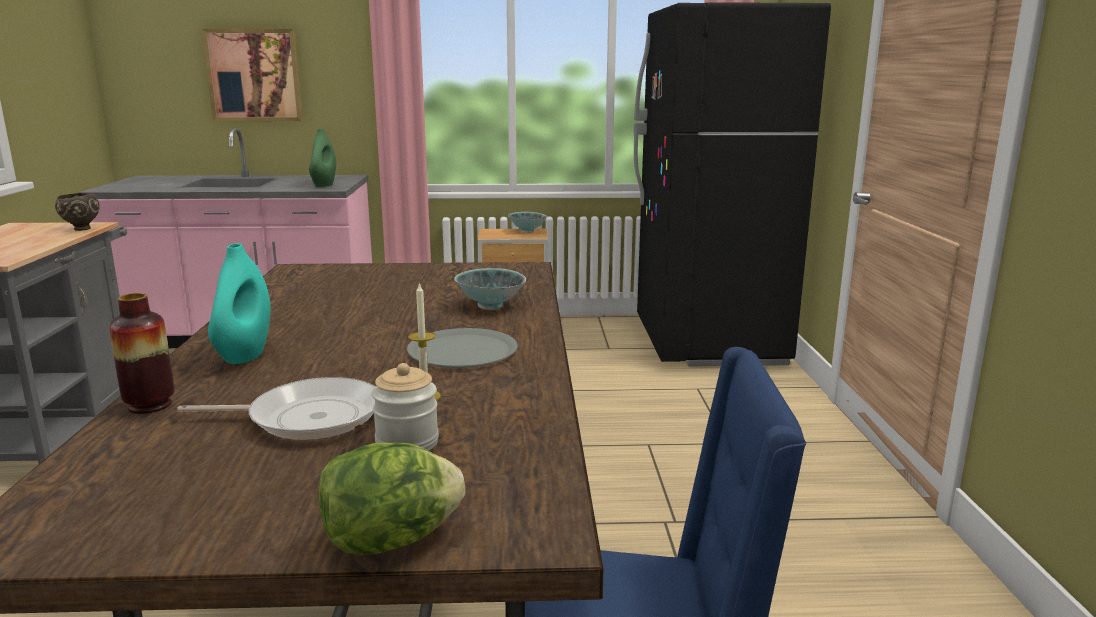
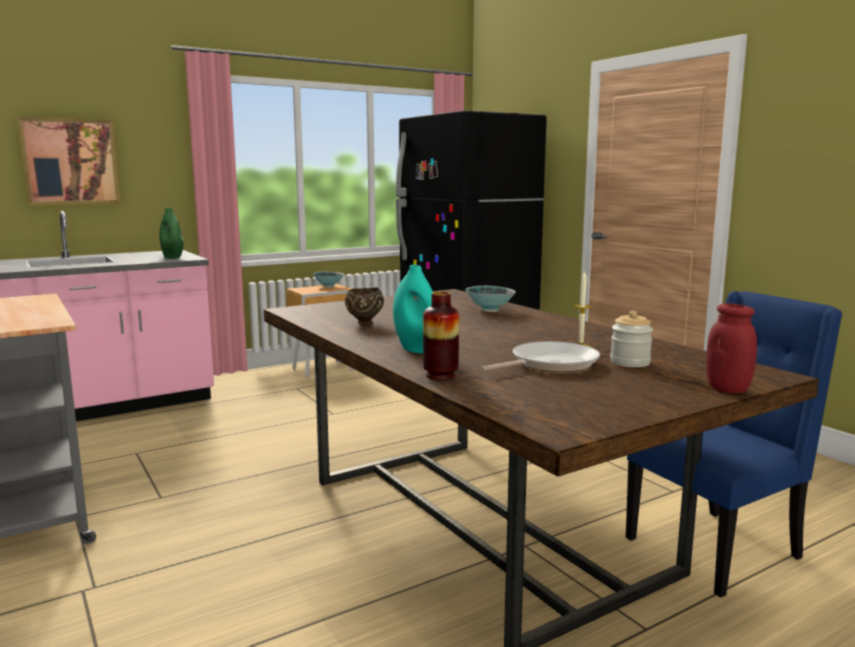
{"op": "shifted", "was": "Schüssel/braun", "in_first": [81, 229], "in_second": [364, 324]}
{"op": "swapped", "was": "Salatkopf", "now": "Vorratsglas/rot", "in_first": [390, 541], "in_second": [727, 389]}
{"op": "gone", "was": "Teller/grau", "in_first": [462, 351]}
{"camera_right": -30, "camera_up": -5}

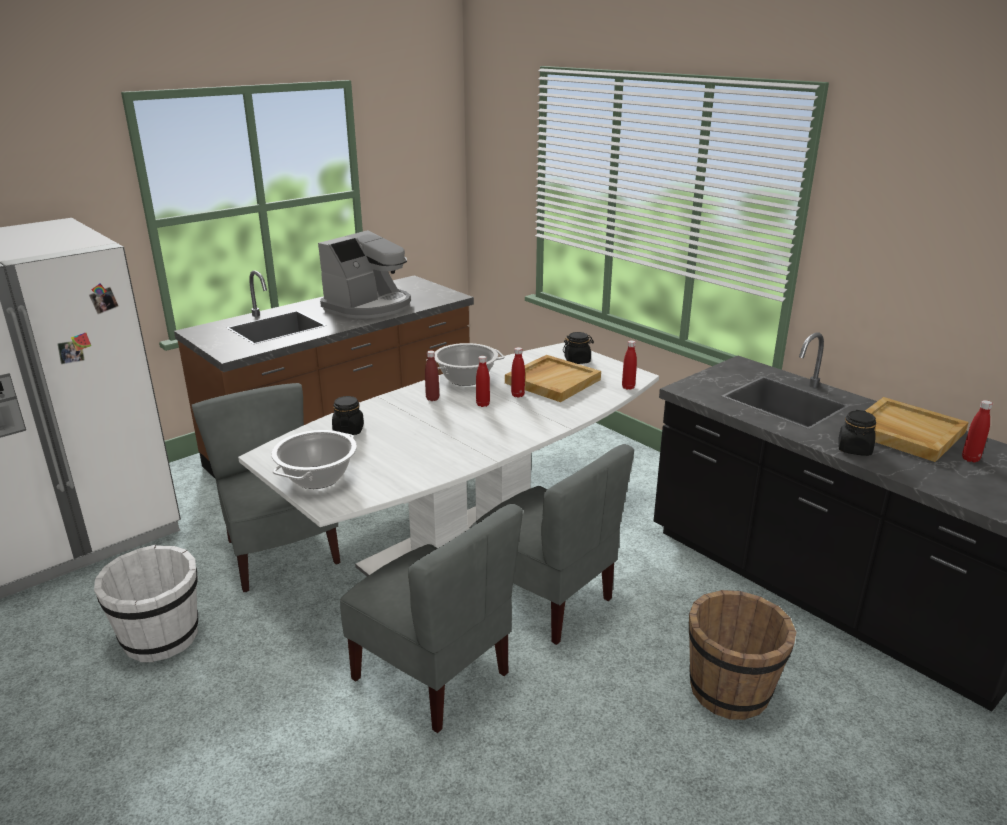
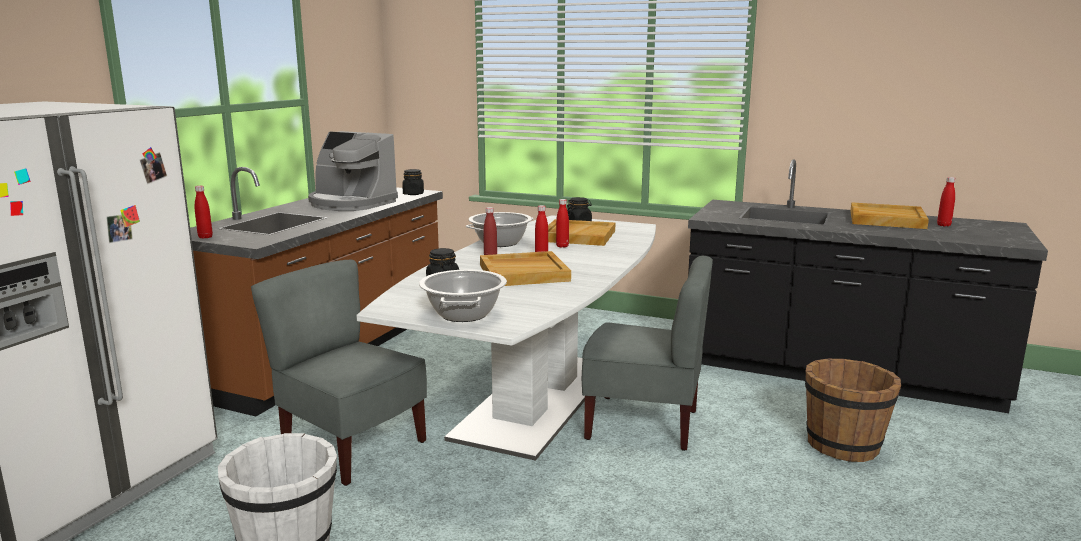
{"op": "rotated", "was": "Kaffeemaschine", "in_first": [369, 306], "in_second": [351, 203], "clockwise": 105}
{"op": "gone", "was": "Stuhl/grau", "in_first": [433, 675]}
{"op": "shifted", "was": "Flasche/rot", "in_first": [628, 387], "in_second": [205, 237]}
{"op": "shifted", "was": "Vorratsglas/schwarz", "in_first": [854, 449], "in_second": [413, 194]}
{"op": "new", "now": "Tablett/beige", "in_second": [524, 272]}
{"camera_right": -25, "camera_up": -10}

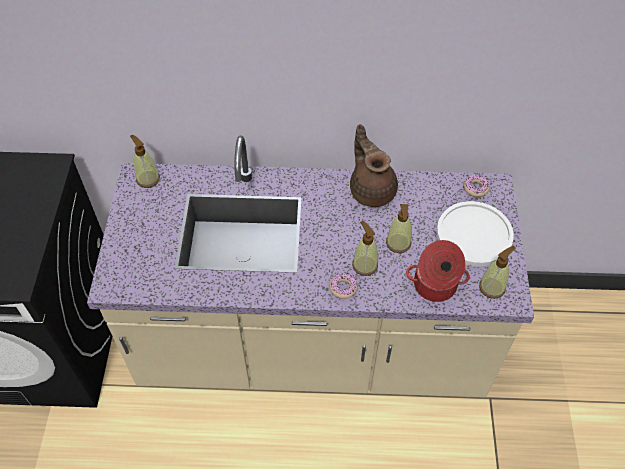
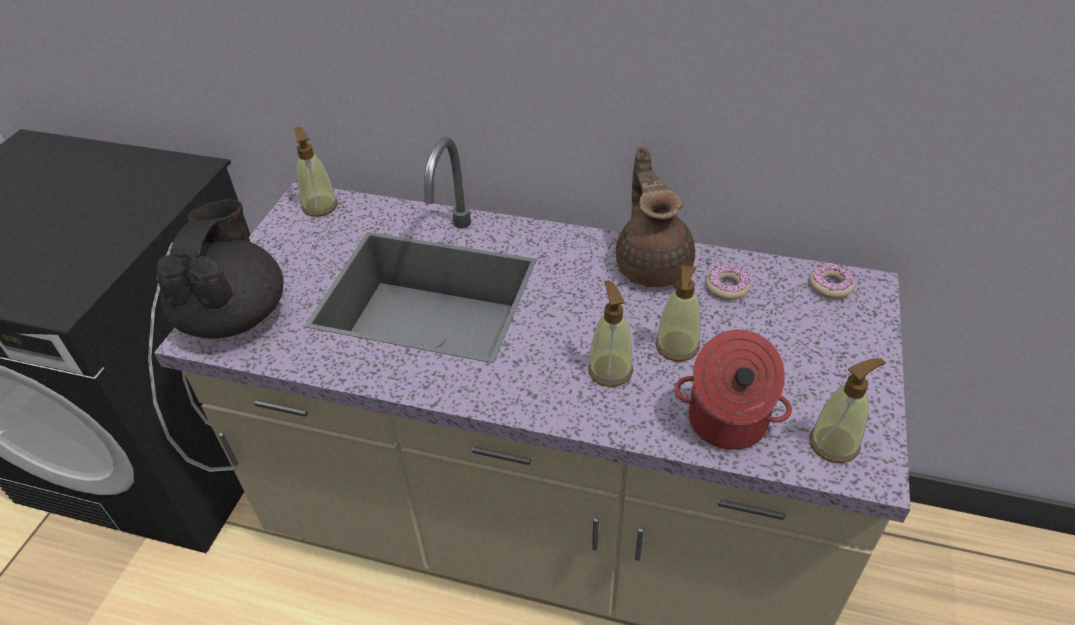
{"op": "shifted", "was": "Donut", "in_first": [343, 288], "in_second": [727, 287]}
{"op": "gone", "was": "Teller/weiß", "in_first": [474, 235]}
{"op": "new", "now": "Teekanne/schwarz", "in_second": [235, 315]}
{"camera_right": 15, "camera_up": -10}

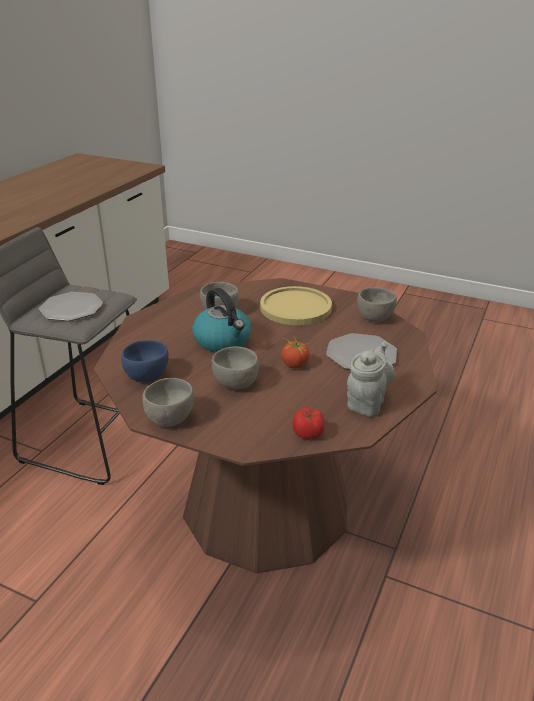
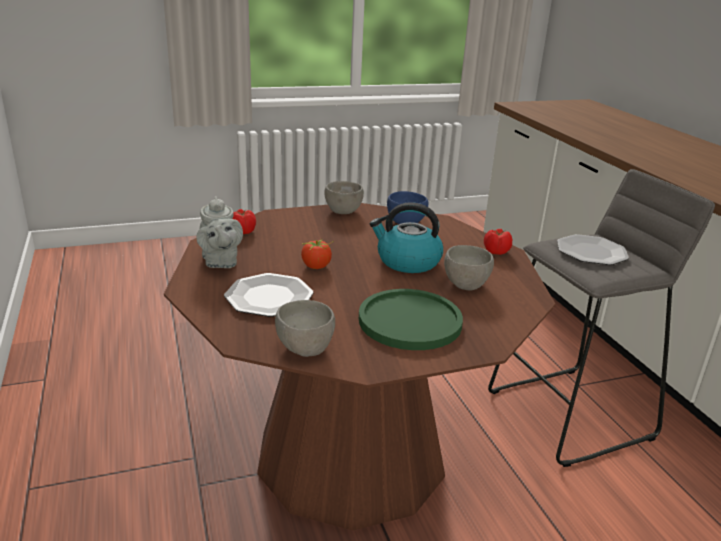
{"op": "gone", "was": "Schüssel/grau", "in_first": [236, 384]}
{"op": "repainted", "was": "Teller/gelb", "now": "Teller/grün", "in_first": [295, 307], "in_second": [410, 321]}
{"op": "new", "now": "Tomate", "in_second": [496, 251]}
{"camera_right": 135, "camera_up": -5}

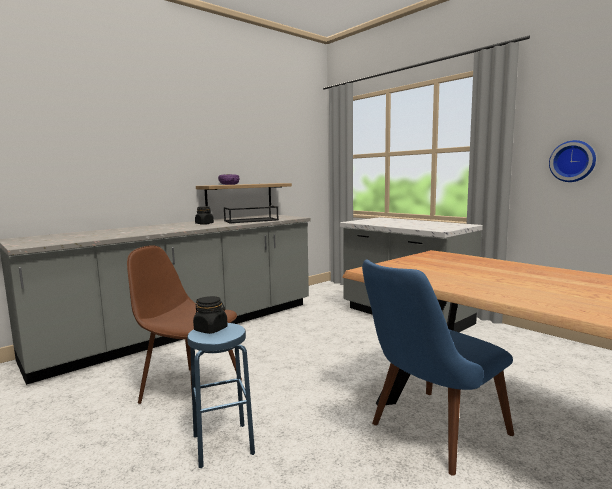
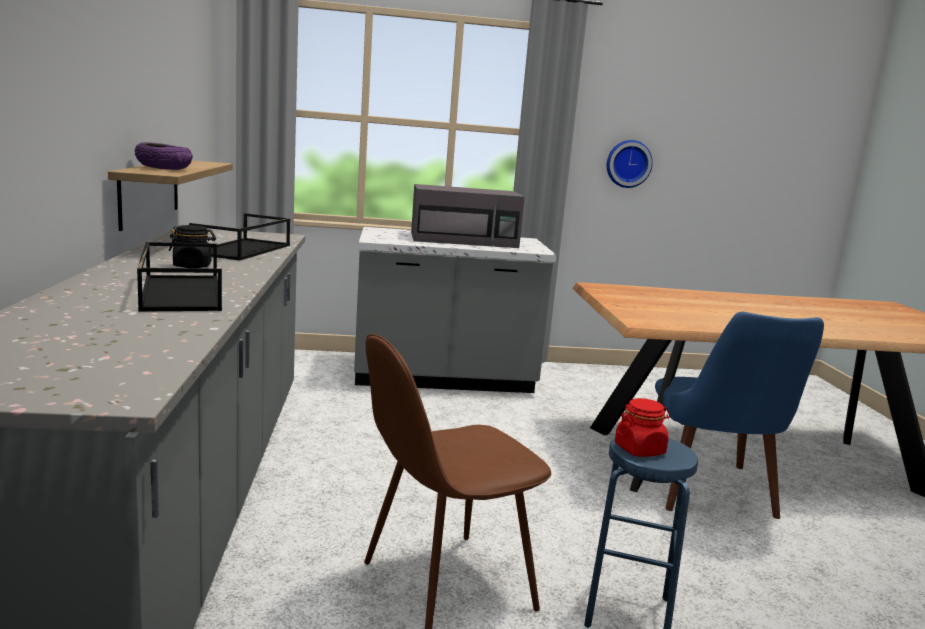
{"op": "repainted", "was": "Vorratsglas/schwarz", "now": "Vorratsglas/rot", "in_first": [211, 329], "in_second": [640, 449]}
{"op": "new", "now": "Tablett/schwarz", "in_second": [179, 293]}
{"op": "new", "now": "Mikrowelle/grau", "in_second": [465, 240]}
{"camera_right": -55, "camera_up": 5}

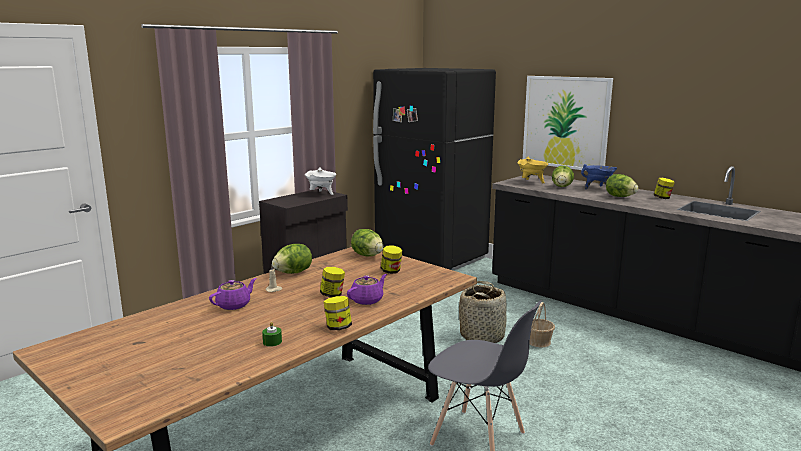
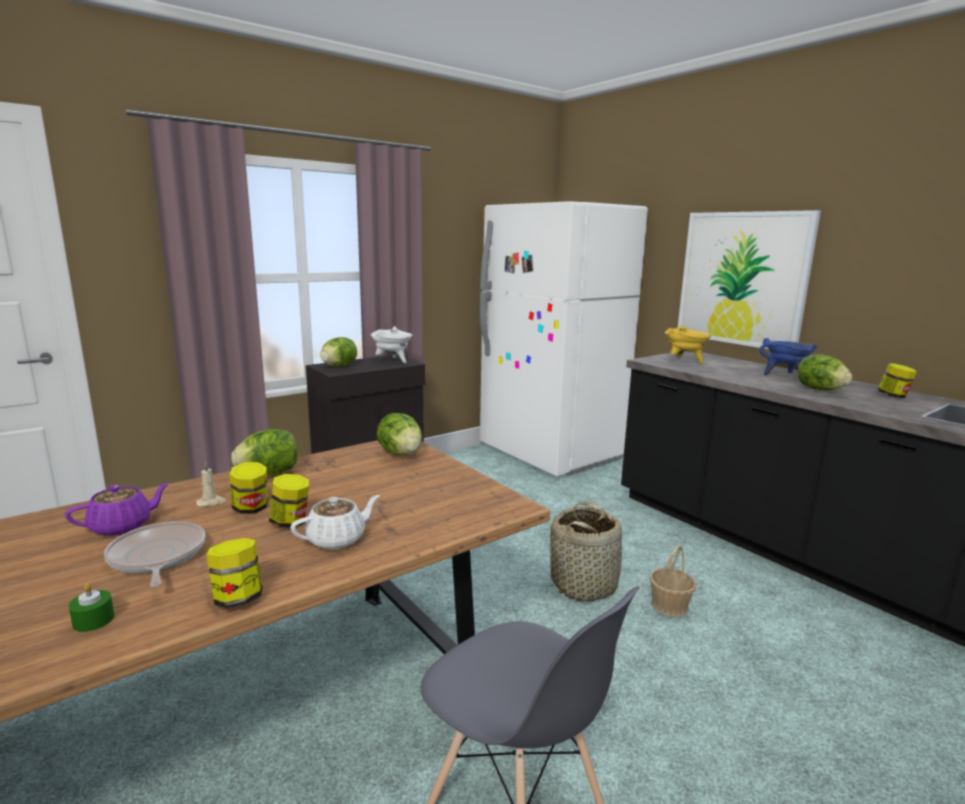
{"op": "repainted", "was": "Teekanne/lila", "now": "Teekanne/weiß", "in_first": [367, 300], "in_second": [337, 539]}
{"op": "repainted", "was": "Kühlschrank/schwarz", "now": "Kühlschrank/weiß", "in_first": [431, 258], "in_second": [550, 453]}
{"op": "shifted", "was": "Vorratsglas", "in_first": [391, 271], "in_second": [251, 508]}
{"op": "shifted", "was": "Salatkopf", "in_first": [562, 187], "in_second": [339, 366]}
{"op": "new", "now": "Pfanne", "in_second": [157, 557]}
{"camera_right": 10, "camera_up": 0}

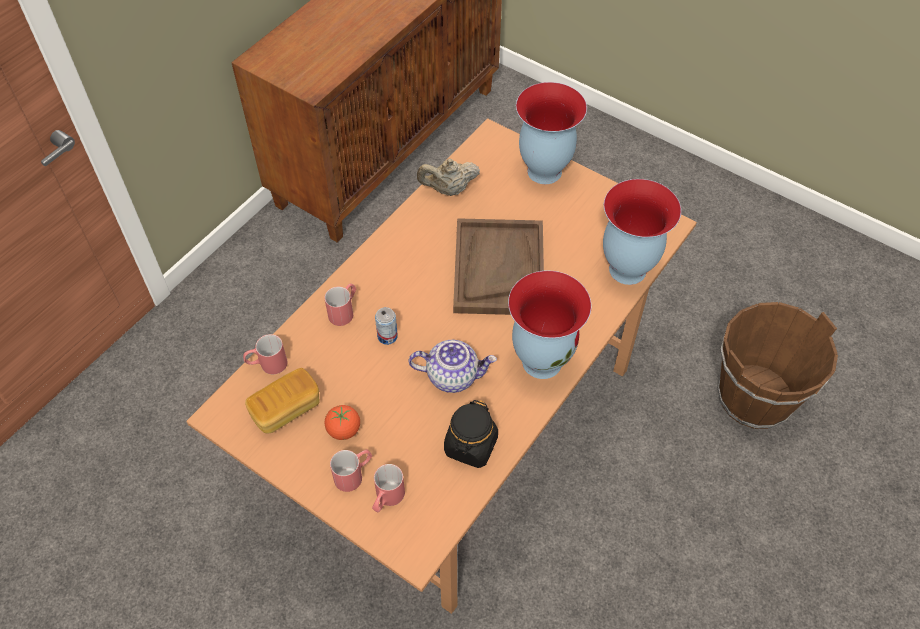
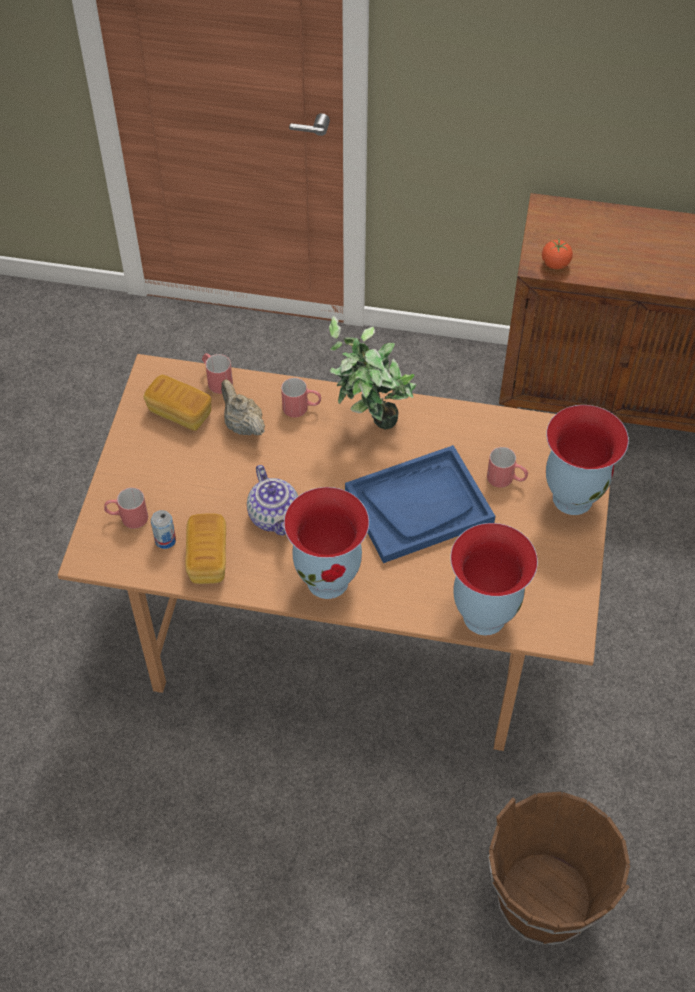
{"op": "shifted", "was": "Tomate", "in_first": [344, 430], "in_second": [555, 264]}
{"op": "shifted", "was": "Henkelbecher/rot", "in_first": [354, 474], "in_second": [506, 479]}
{"op": "shifted", "was": "Dose", "in_first": [387, 336], "in_second": [165, 540]}
{"op": "shifted", "was": "Teekanne/beige", "in_first": [448, 190], "in_second": [242, 425]}
{"op": "swapped", "was": "Vorratsglas/schwarz", "now": "Brot", "in_first": [471, 446], "in_second": [208, 558]}
{"op": "repainted", "was": "Tablett/braun", "now": "Tablett/blau", "in_first": [498, 268], "in_second": [419, 505]}
{"op": "new", "now": "Topfpflanze", "in_second": [369, 426]}
{"camera_right": 65, "camera_up": 0}

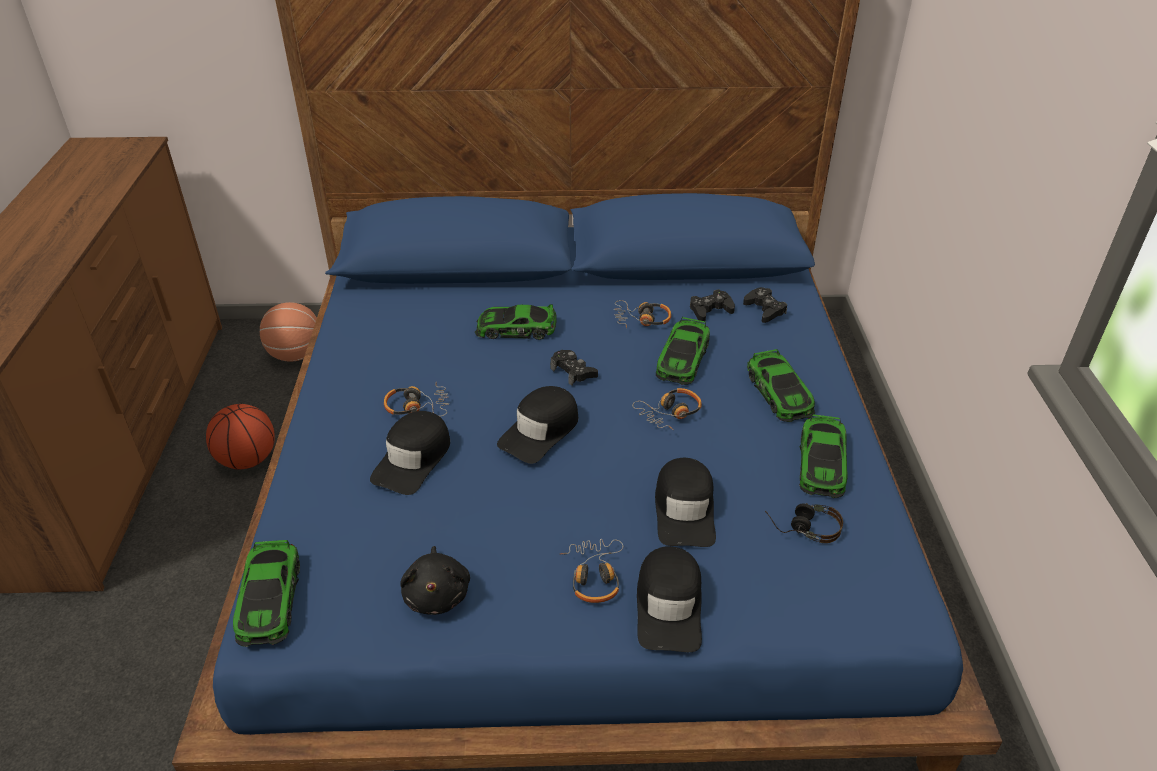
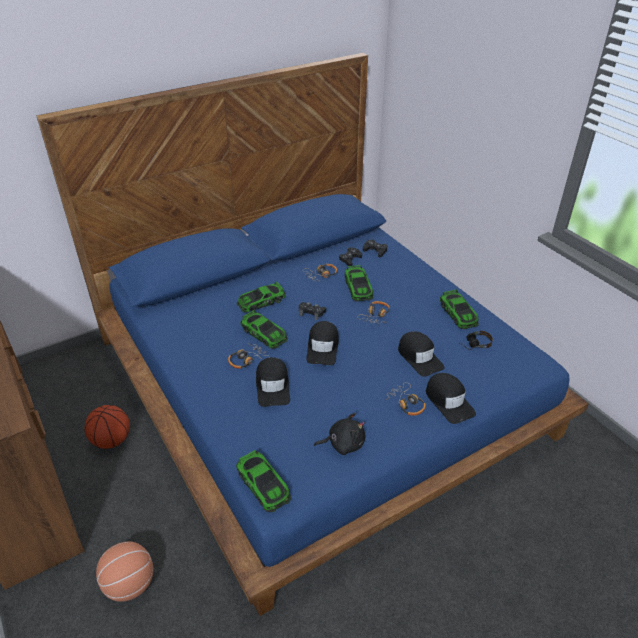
{"op": "shifted", "was": "Basketball", "in_first": [295, 354], "in_second": [130, 584]}
{"op": "rotated", "was": "Plüschtier/schwarz", "in_first": [437, 594], "in_second": [343, 444], "clockwise": -60}
{"op": "shifted", "was": "Spielzeugauto", "in_first": [779, 393], "in_second": [264, 333]}
{"camera_right": -30, "camera_up": 0}

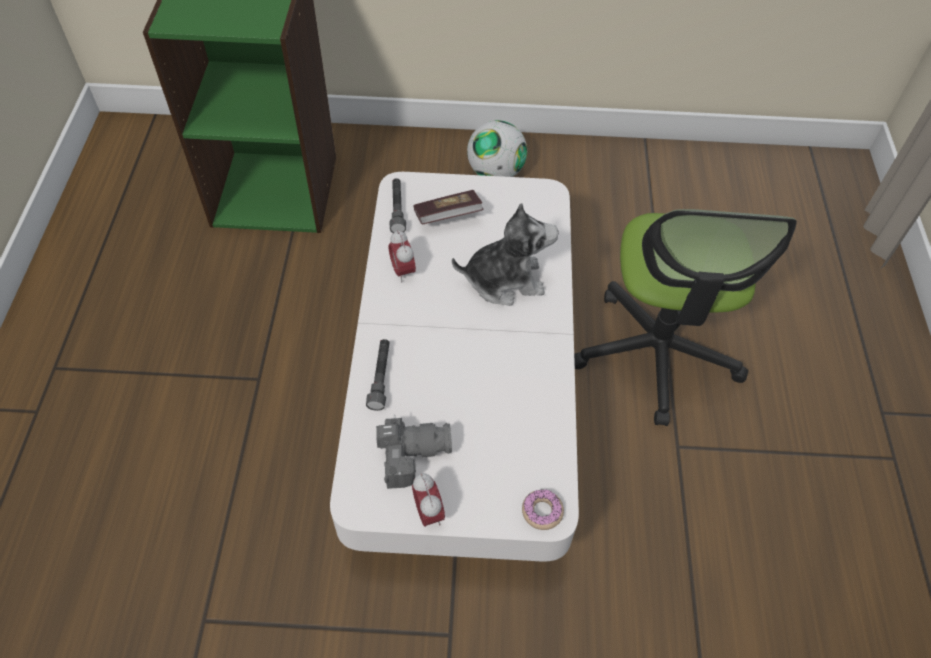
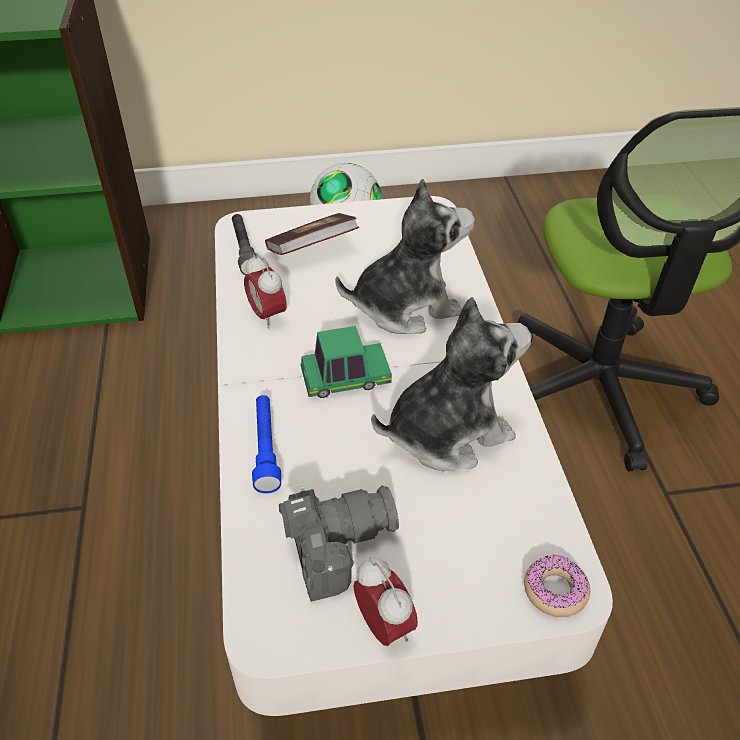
{"op": "repainted", "was": "Taschenlampe/grau", "now": "Taschenlampe/blau", "in_first": [380, 378], "in_second": [266, 449]}
{"op": "new", "now": "Spielzeugauto", "in_second": [345, 378]}
{"op": "new", "now": "Plüschtier", "in_second": [447, 432]}
{"camera_right": -10, "camera_up": -10}

